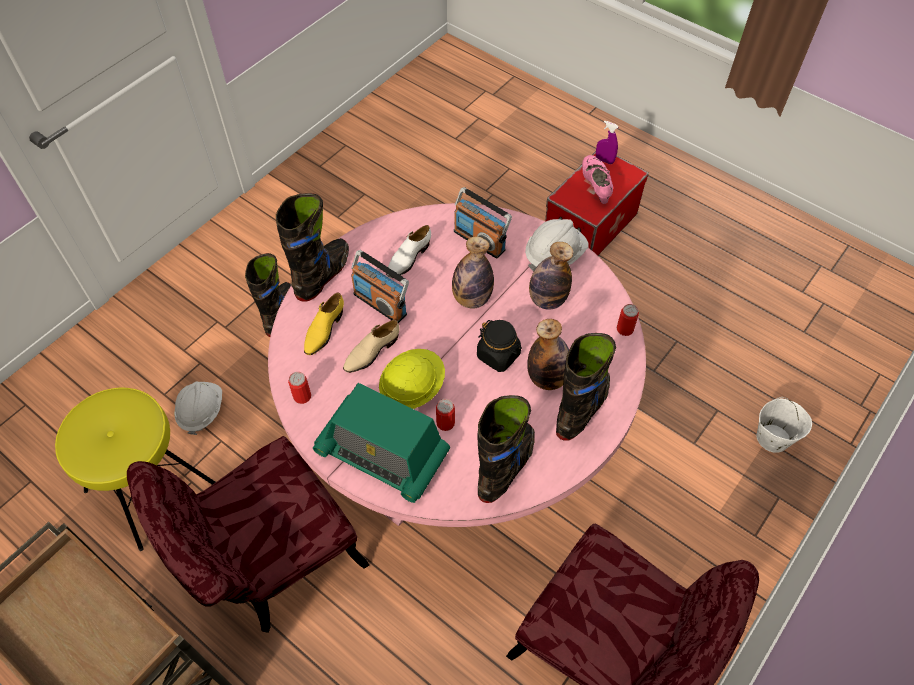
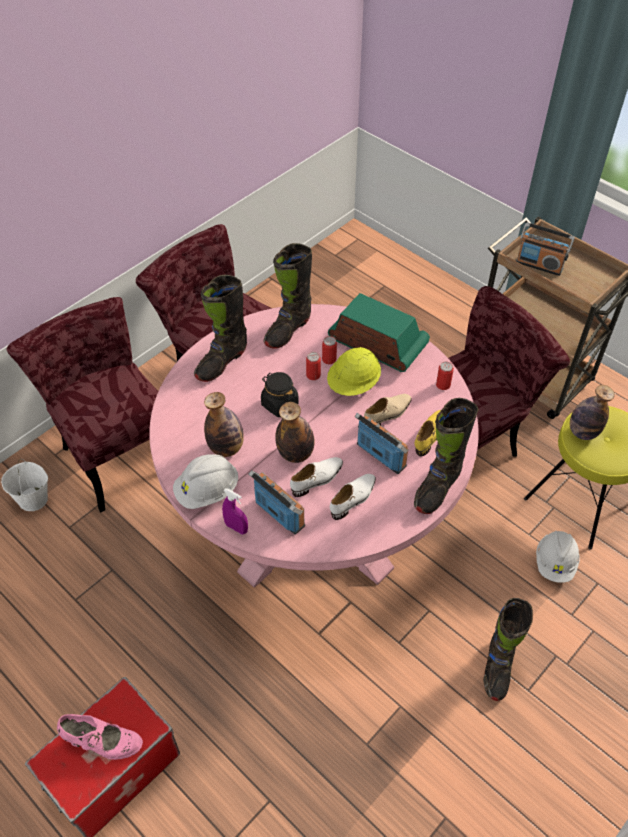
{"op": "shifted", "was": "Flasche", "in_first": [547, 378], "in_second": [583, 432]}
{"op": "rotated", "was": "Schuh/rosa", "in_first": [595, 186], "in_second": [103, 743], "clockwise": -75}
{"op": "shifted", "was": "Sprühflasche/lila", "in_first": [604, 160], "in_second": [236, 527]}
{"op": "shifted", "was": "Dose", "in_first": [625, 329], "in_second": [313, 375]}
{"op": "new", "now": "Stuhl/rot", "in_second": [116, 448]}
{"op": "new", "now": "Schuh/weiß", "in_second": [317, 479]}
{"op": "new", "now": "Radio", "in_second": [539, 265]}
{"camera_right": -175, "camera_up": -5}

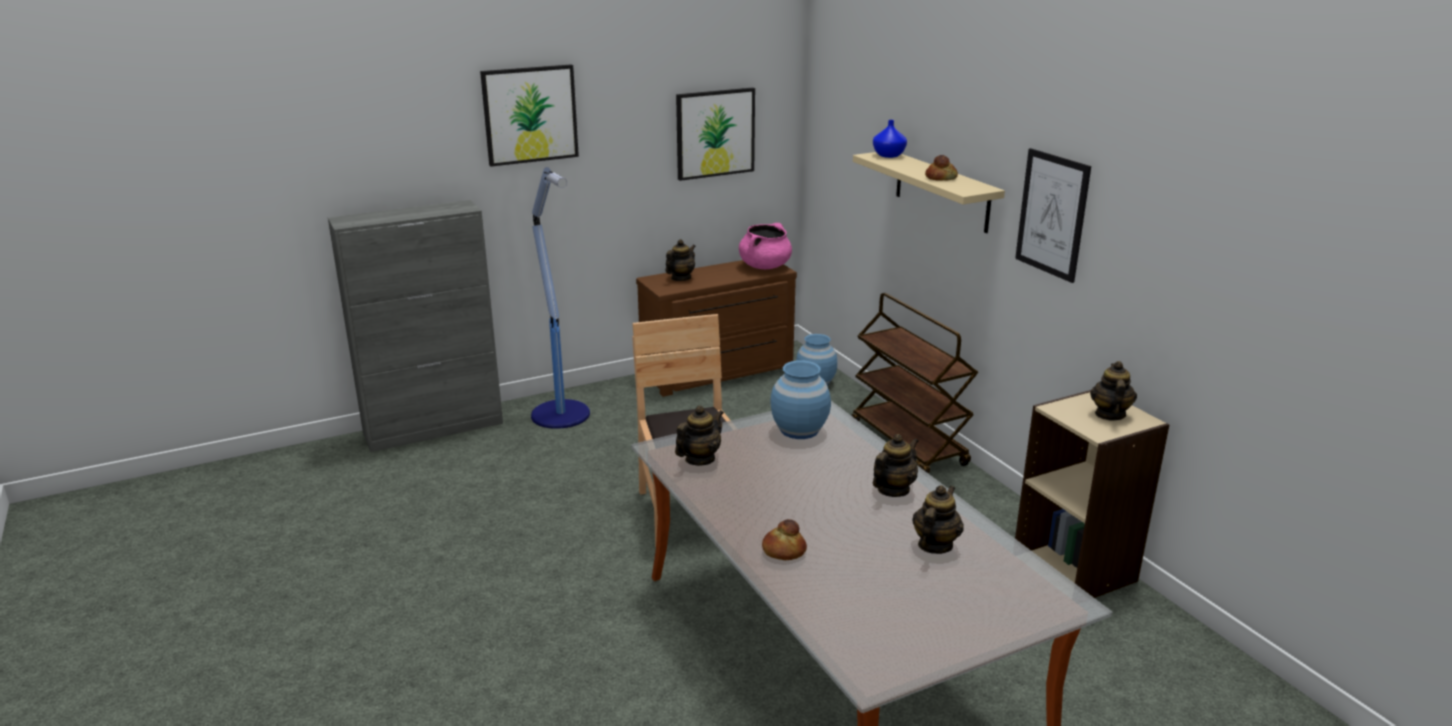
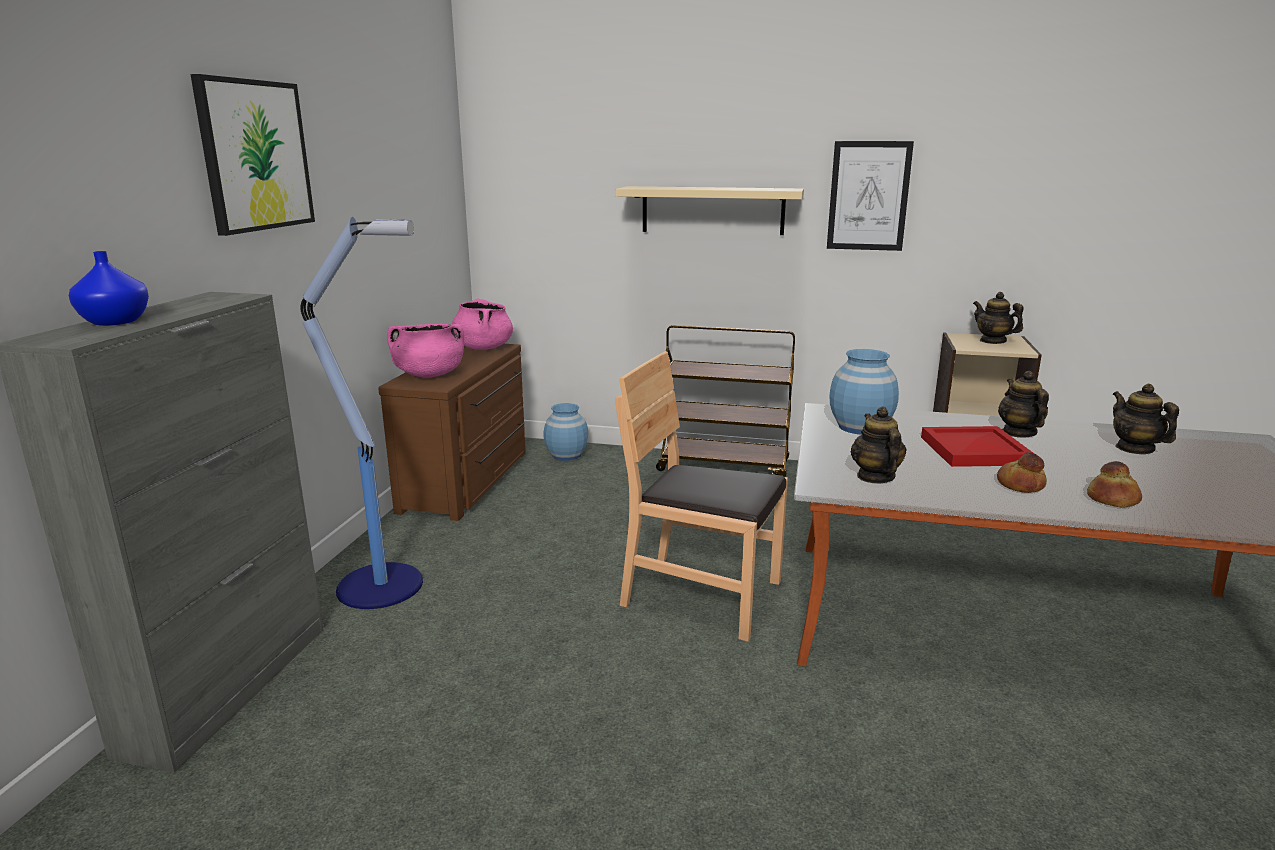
{"op": "swapped", "was": "Teekanne", "now": "Kochtopf/rosa", "in_first": [680, 278], "in_second": [429, 374]}
{"op": "gone", "was": "Bild", "in_first": [715, 133]}
{"op": "shifted", "was": "Vase/blau", "in_first": [888, 155], "in_second": [114, 321]}
{"op": "shifted", "was": "Brot", "in_first": [940, 178], "in_second": [1019, 484]}
{"op": "new", "now": "Tablett/rot", "in_second": [972, 450]}
{"camera_right": -50, "camera_up": -5}

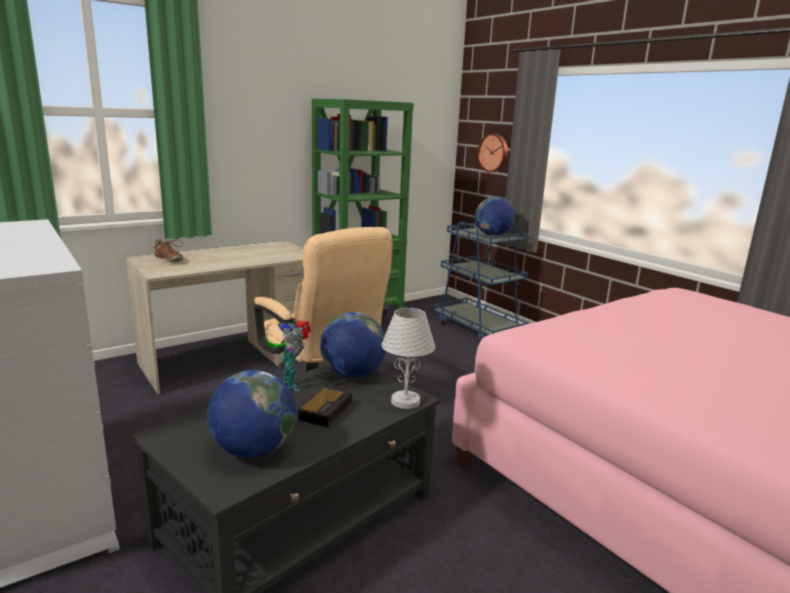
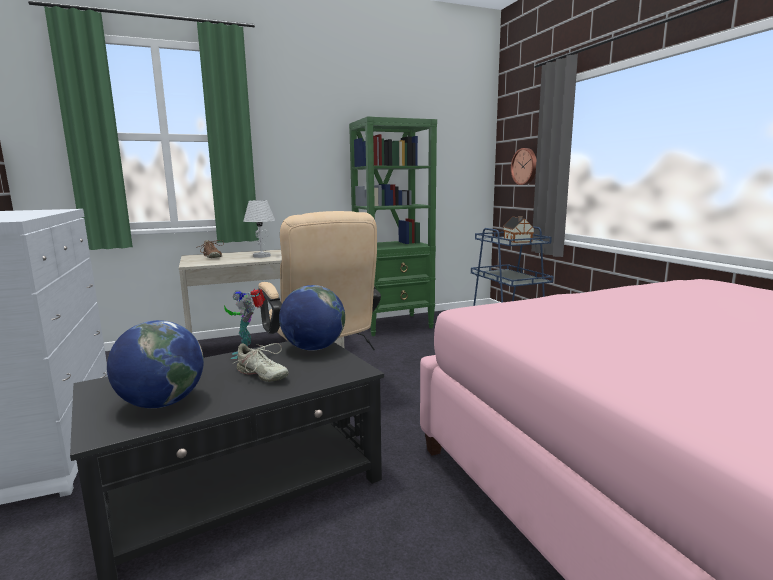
{"op": "swapped", "was": "Wecker", "now": "Schuh/beige", "in_first": [326, 410], "in_second": [261, 375]}
{"op": "shifted", "was": "Tischlampe/weiß", "in_first": [405, 401], "in_second": [262, 256]}
{"op": "swapped", "was": "Globus", "now": "Spielzeughaus", "in_first": [493, 235], "in_second": [517, 240]}
{"camera_right": 15, "camera_up": -5}

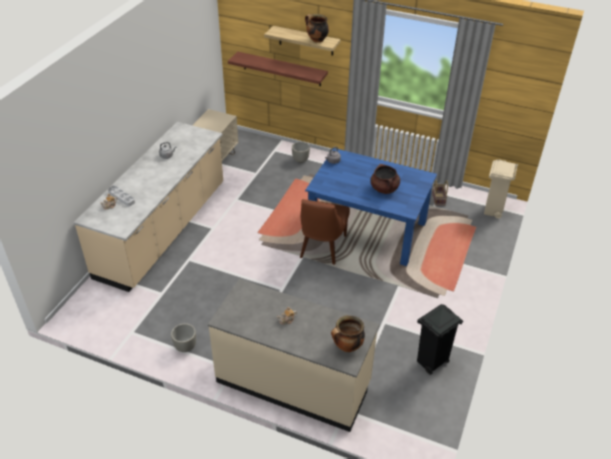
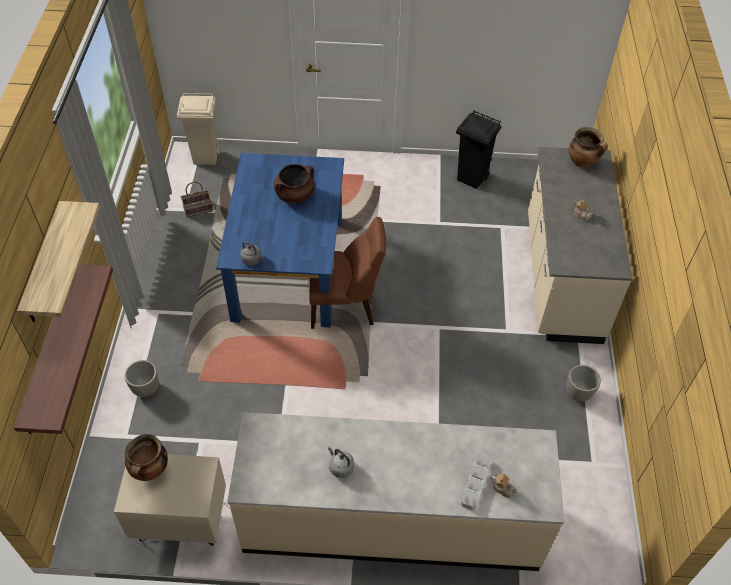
{"op": "shifted", "was": "Kochtopf", "in_first": [316, 40], "in_second": [150, 471]}
{"camera_right": -110, "camera_up": 10}

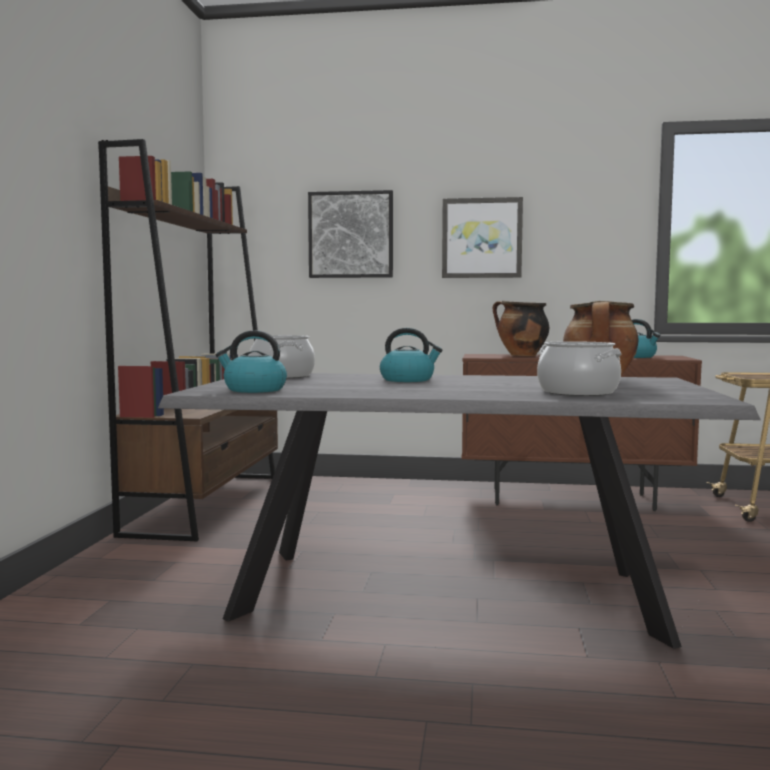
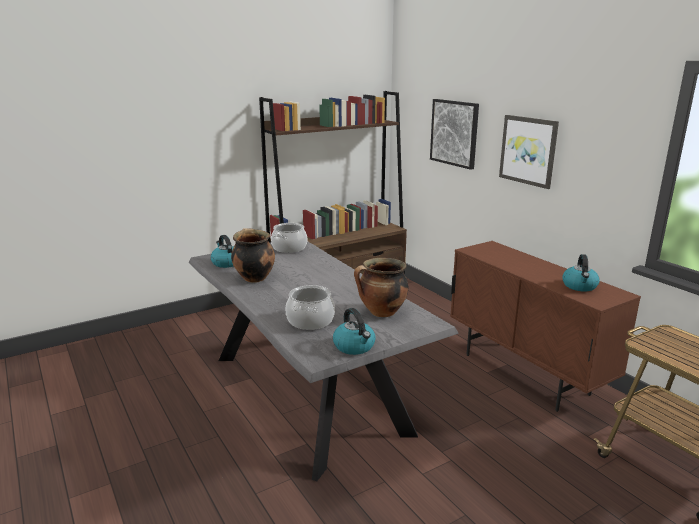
{"op": "shifted", "was": "Wasserkessel", "in_first": [408, 380], "in_second": [354, 346]}
{"op": "shifted", "was": "Kochtopf", "in_first": [521, 355], "in_second": [253, 278]}
{"camera_right": 50, "camera_up": 15}

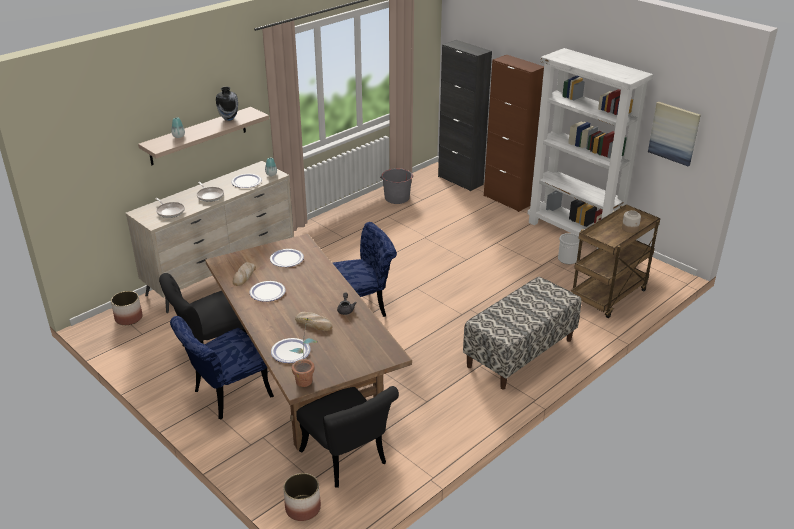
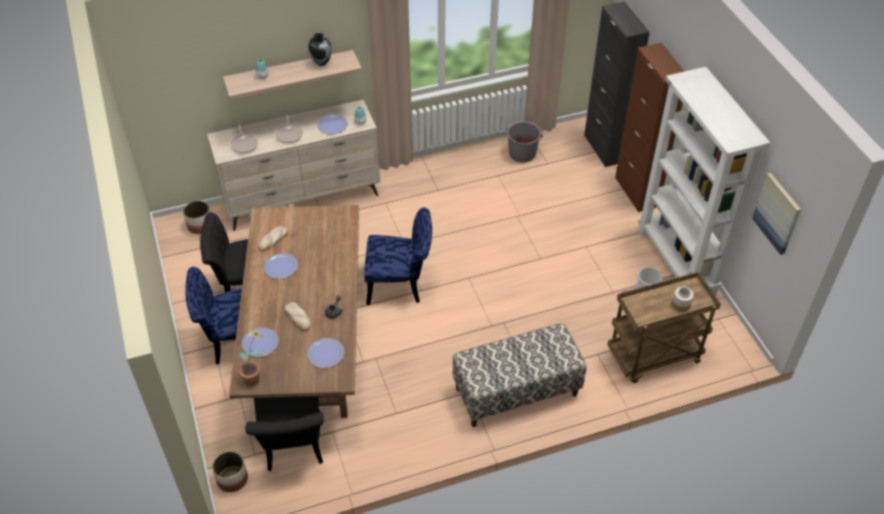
{"op": "shifted", "was": "Teller", "in_first": [287, 259], "in_second": [326, 353]}
{"camera_right": 25, "camera_up": 15}

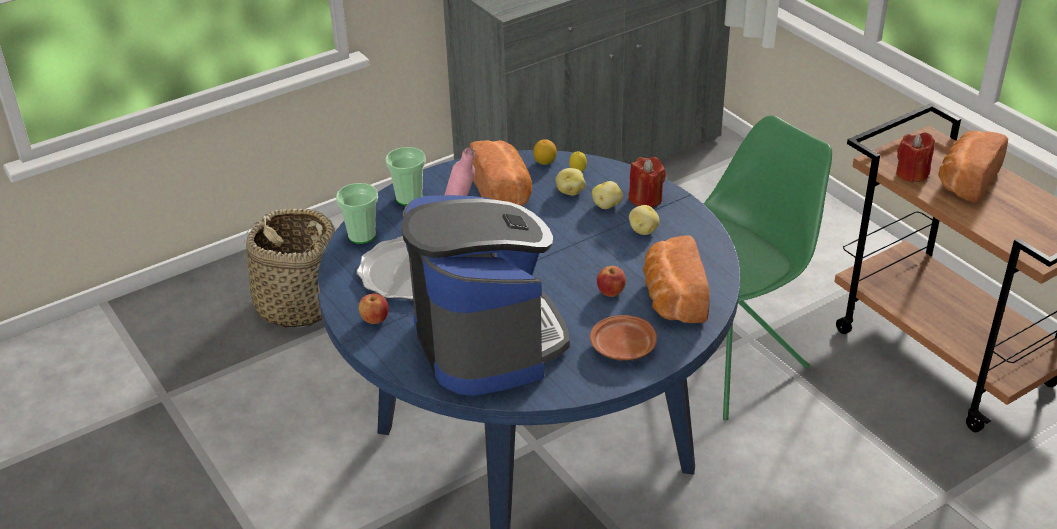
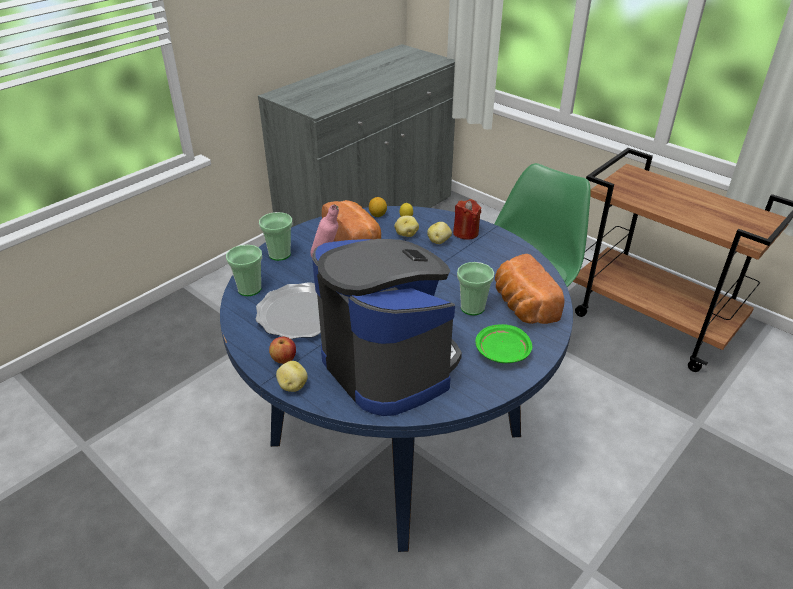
{"op": "gone", "was": "Korb", "in_first": [299, 304]}
{"op": "repainted", "was": "Teller/braun", "now": "Teller/grün", "in_first": [622, 348], "in_second": [502, 352]}
{"op": "swapped", "was": "Apfel", "now": "Tasse", "in_first": [611, 292], "in_second": [472, 308]}
{"op": "shifted", "was": "Kartoffel", "in_first": [642, 230], "in_second": [292, 386]}
{"op": "gone", "was": "Kerze/rot", "in_first": [912, 174]}
{"op": "gone", "was": "Brot", "in_first": [966, 180]}
{"camera_right": -15, "camera_up": 0}

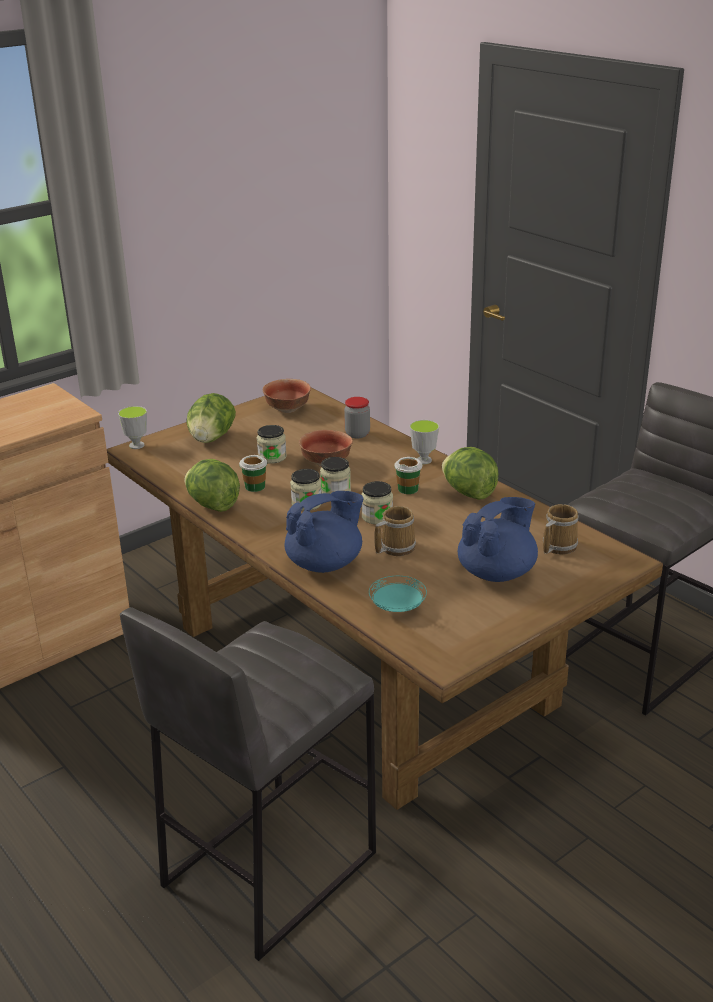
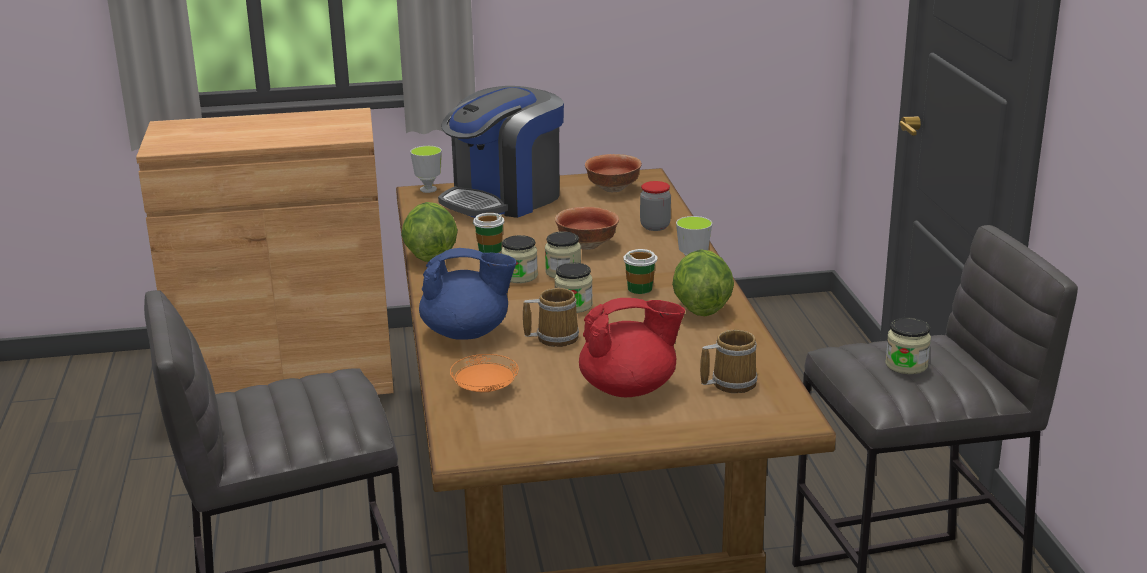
{"op": "swapped", "was": "Salatkopf", "now": "Kaffeemaschine", "in_first": [211, 439], "in_second": [504, 199]}
{"op": "shifted", "was": "Vorratsglas", "in_first": [272, 457], "in_second": [906, 365]}
{"op": "repainted", "was": "Teller/türkis", "now": "Teller/orange", "in_first": [398, 607], "in_second": [485, 390]}
{"op": "repainted", "was": "Teekanne/blau", "now": "Teekanne/rot", "in_first": [497, 572], "in_second": [630, 388]}
{"camera_right": 30, "camera_up": -5}

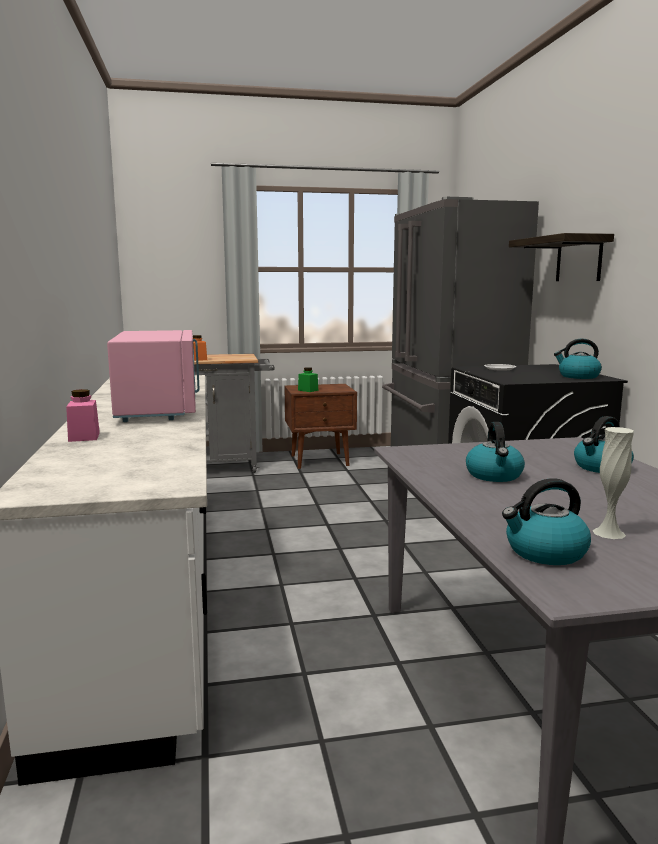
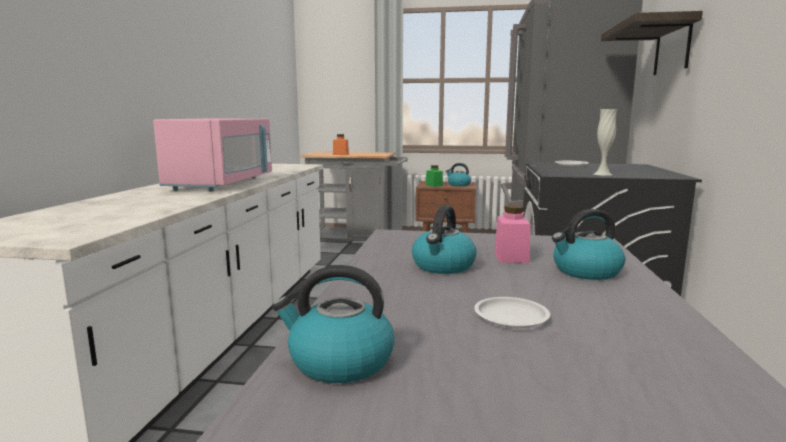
{"op": "shifted", "was": "Vorratsglas/rosa", "in_first": [84, 437], "in_second": [511, 257]}
{"op": "shifted", "was": "Wasserkessel", "in_first": [578, 376], "in_second": [458, 185]}
{"op": "shifted", "was": "Vase/weiß", "in_first": [609, 533], "in_second": [602, 174]}
{"op": "new", "now": "Teller/weiß", "in_second": [510, 316]}
{"camera_right": 20, "camera_up": 0}

